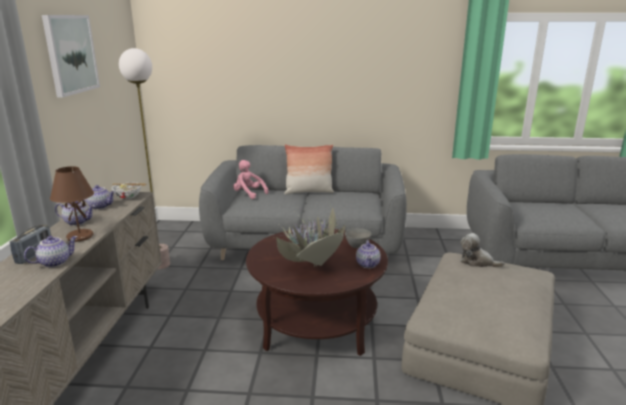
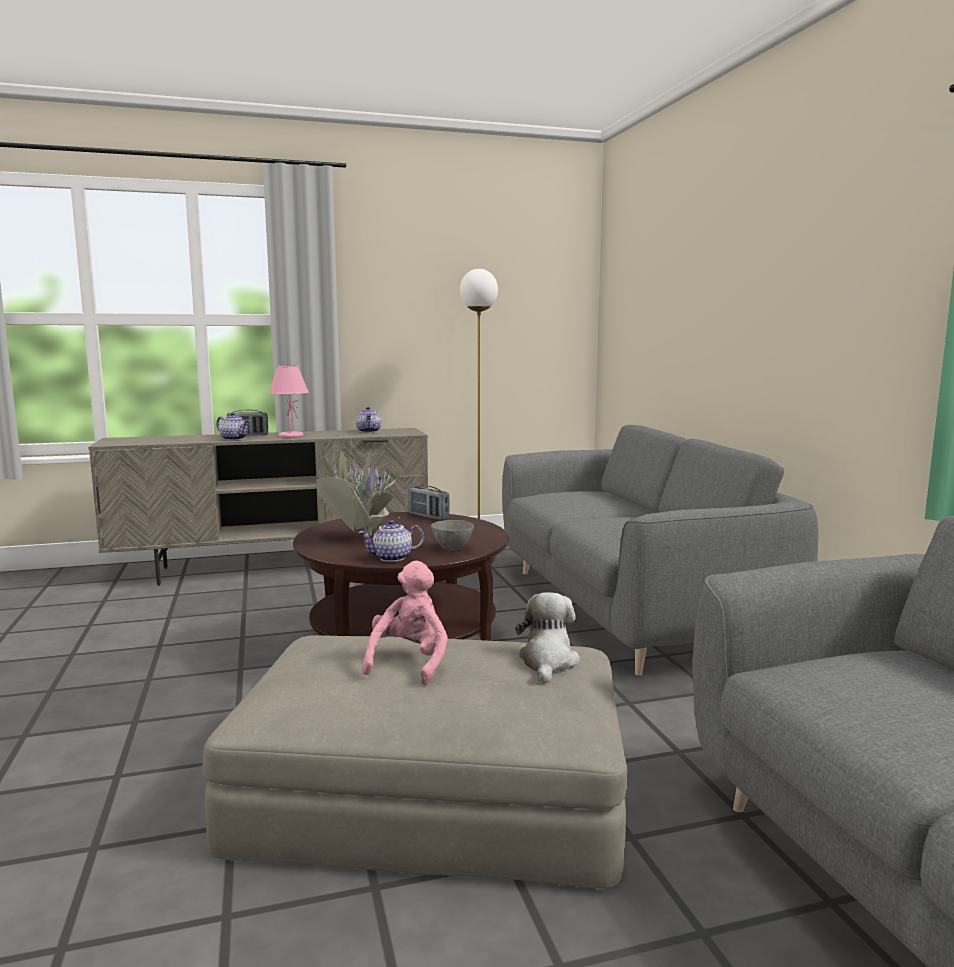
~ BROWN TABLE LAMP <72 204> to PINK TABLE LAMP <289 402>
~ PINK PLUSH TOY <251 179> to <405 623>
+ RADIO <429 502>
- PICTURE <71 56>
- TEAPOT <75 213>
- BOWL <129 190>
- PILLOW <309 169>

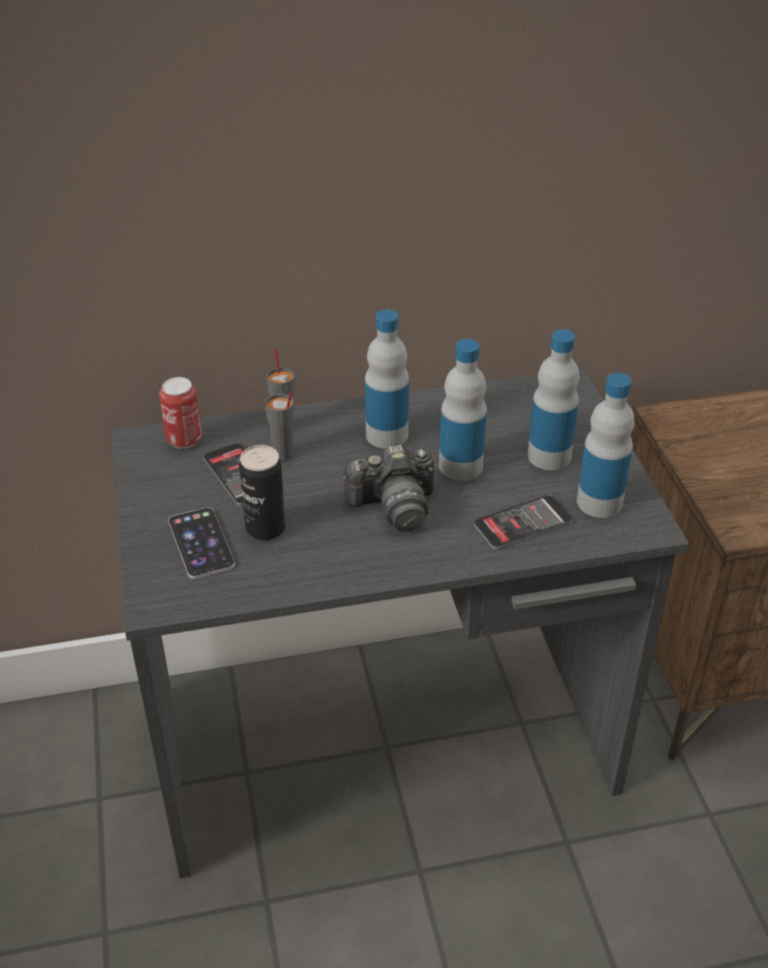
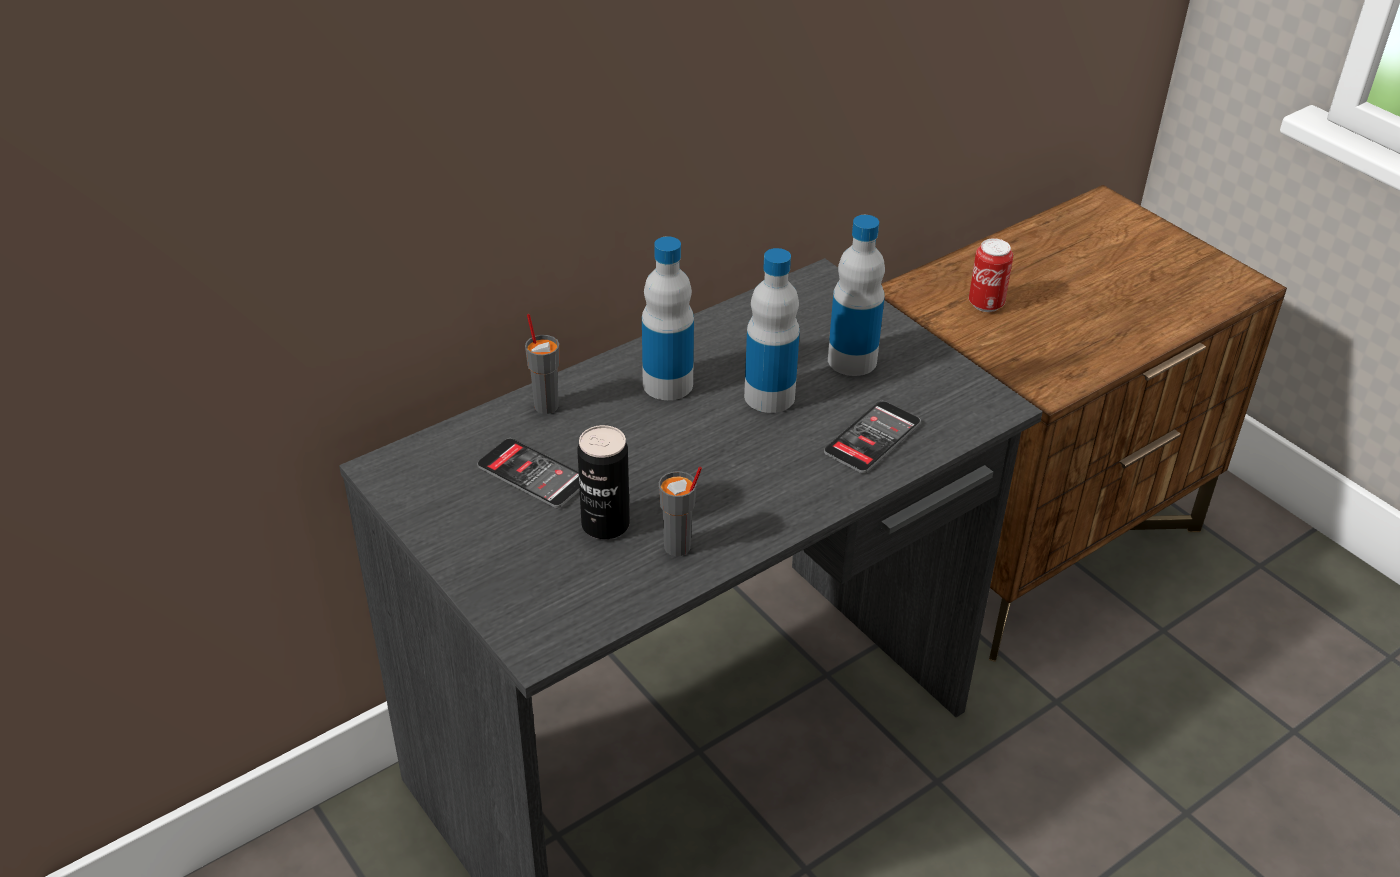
~ GREY CUP <279 426> to <680 511>
~ CAN <180 413> to <991 275>
- PHONE <201 543>
- PHOTO CAMERA <388 488>
- BOTTLE <606 445>

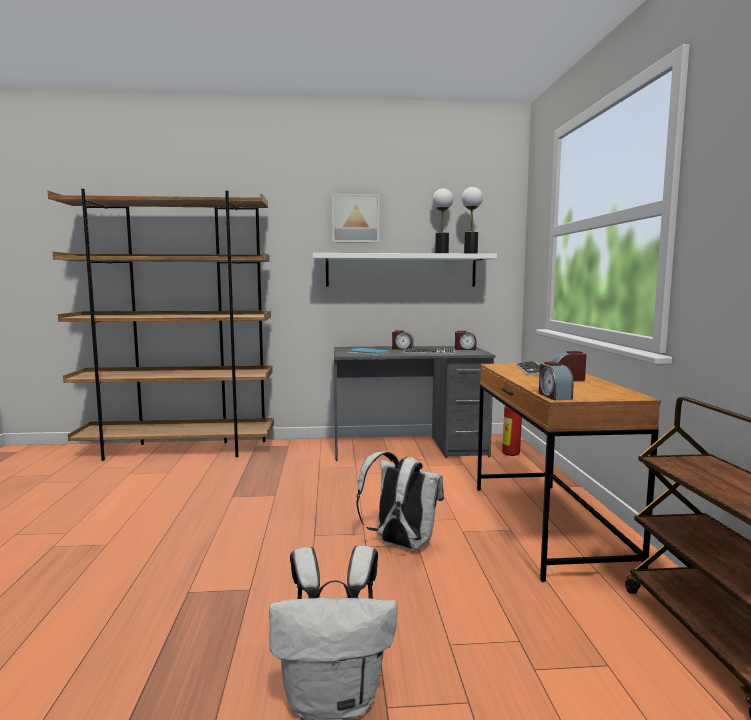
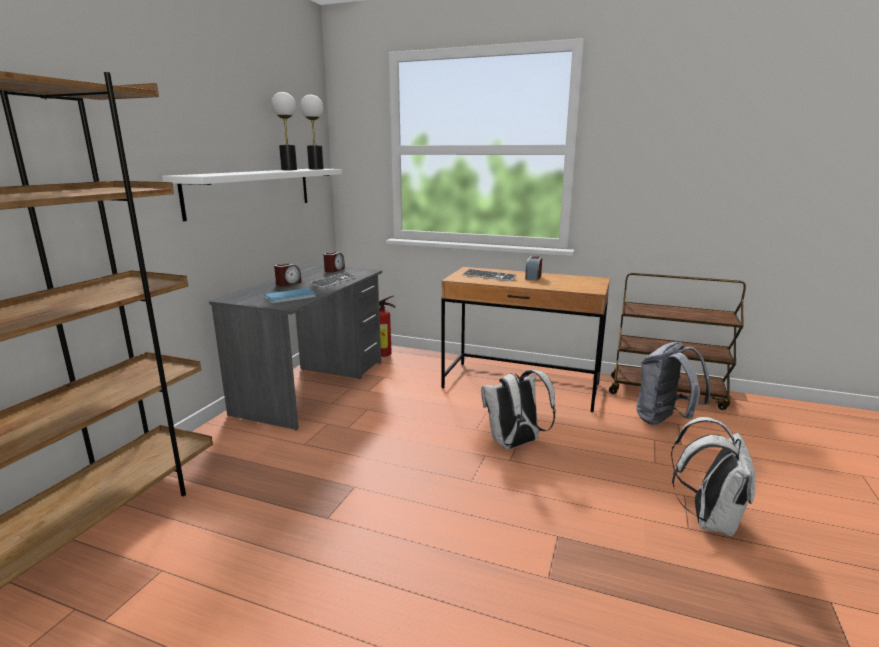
+ GREY BACKPACK <674 383>
- PICTURE <355 218>
- ALARM CLOCK <556 381>

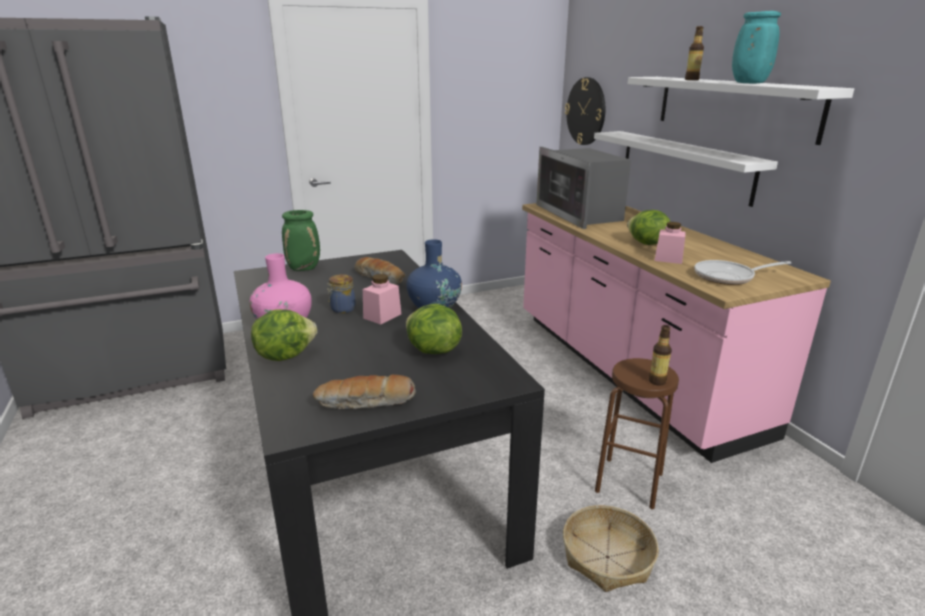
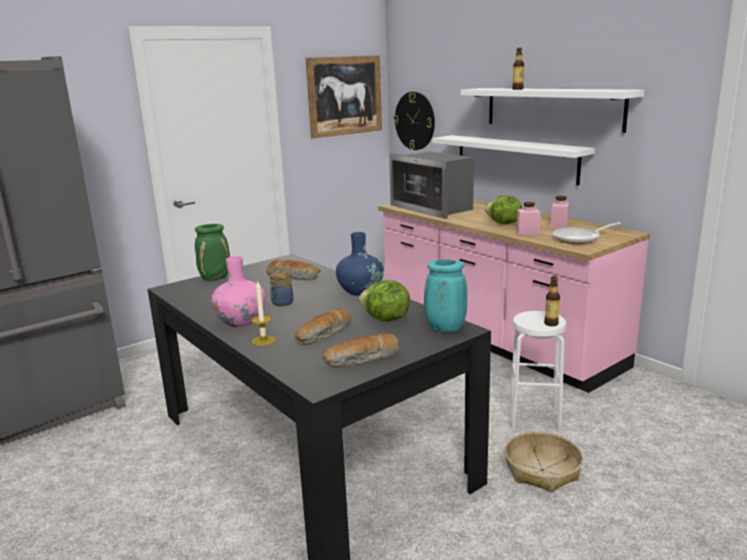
~ LETTUCE <284 335> to CANDLE <263 313>
+ BREAD <322 326>
+ PICTURE <344 97>
~ TURQUOISE VASE <756 47> to <445 295>
~ BROWN STOOL <637 433> to WHITE STOOL <537 371>
~ PINK JAR <382 299> to <559 212>

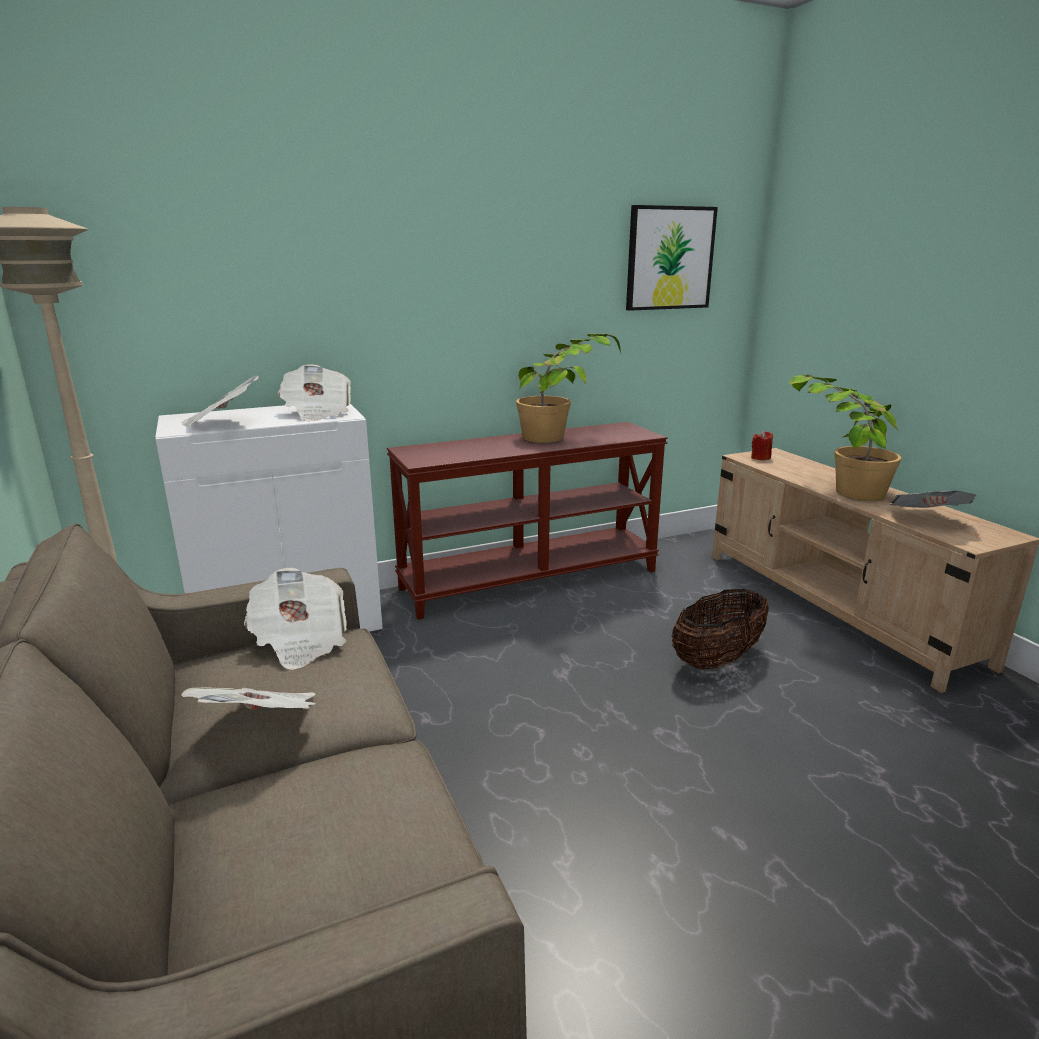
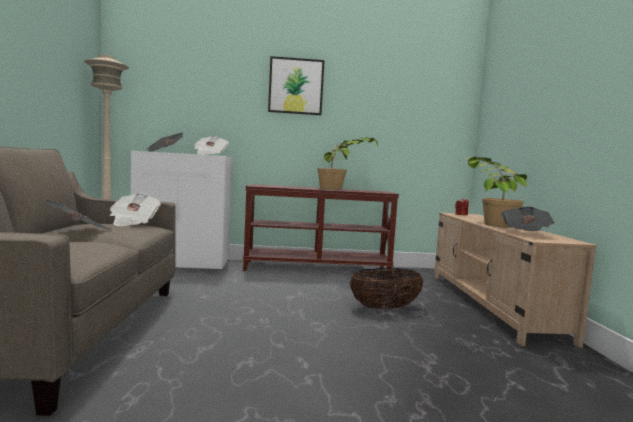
~ PICTURE <672 258> to <296 85>

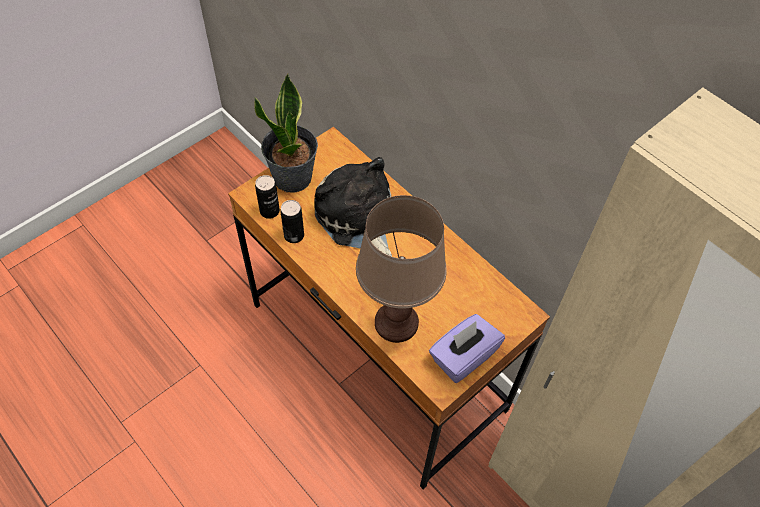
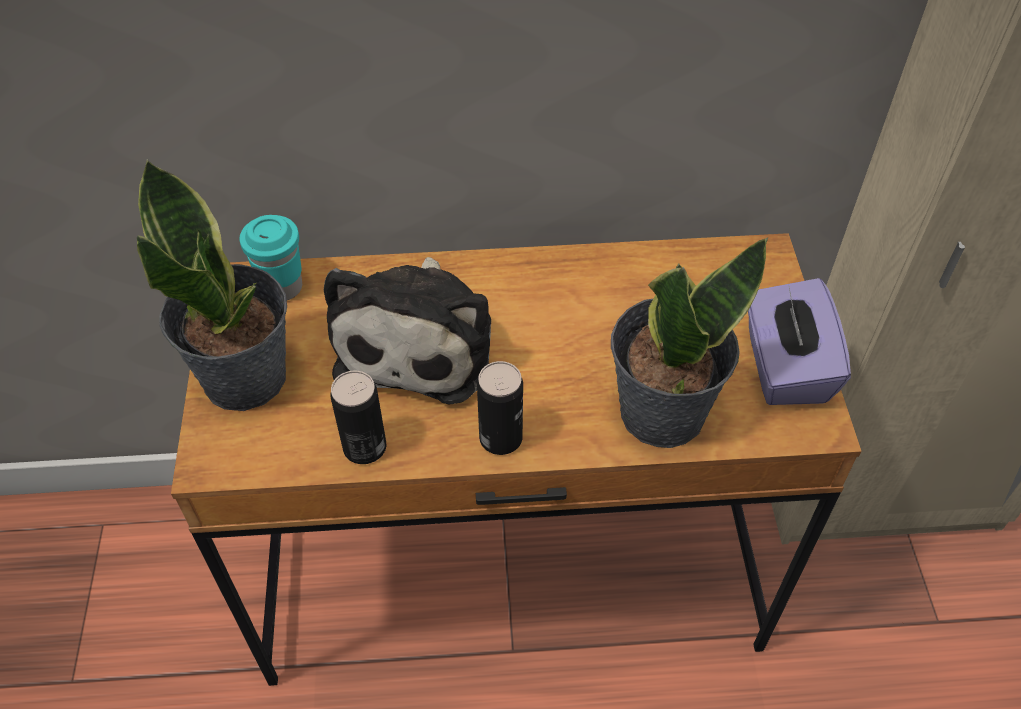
+ TURQUOISE CUP <270 257>
~ PLUSH TOY <353 207> = <407 330> 90 degrees counterclockwise
~ CAN <267 197> to <500 408>
~ BROWN TABLE LAMP <401 269> to POTTED PLANT <689 342>

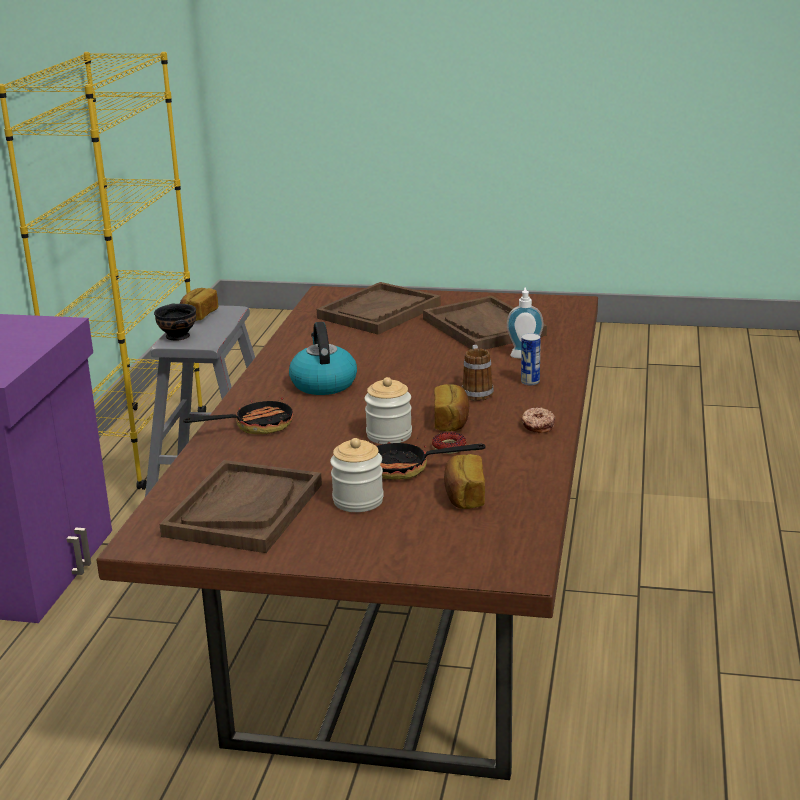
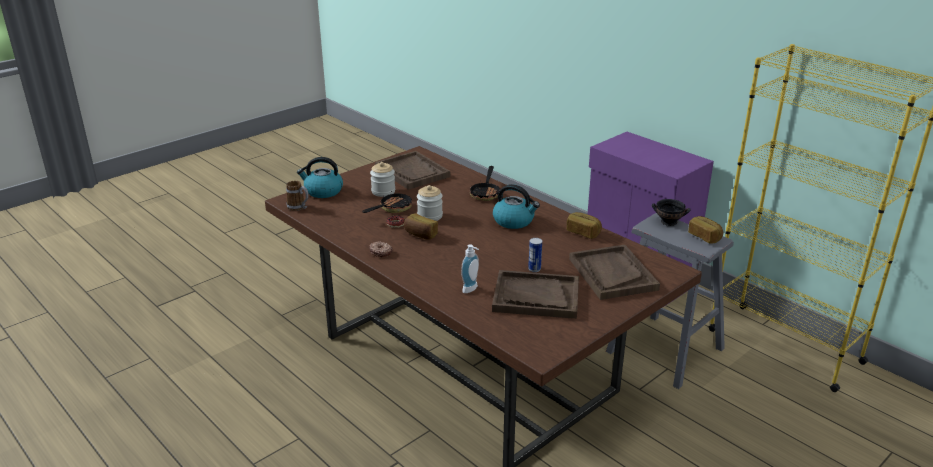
~ MUG <478 373> to <297 196>
+ KETTLE <320 177>
~ CAN <531 359> to <535 255>
~ BREAD <464 481> to <584 225>

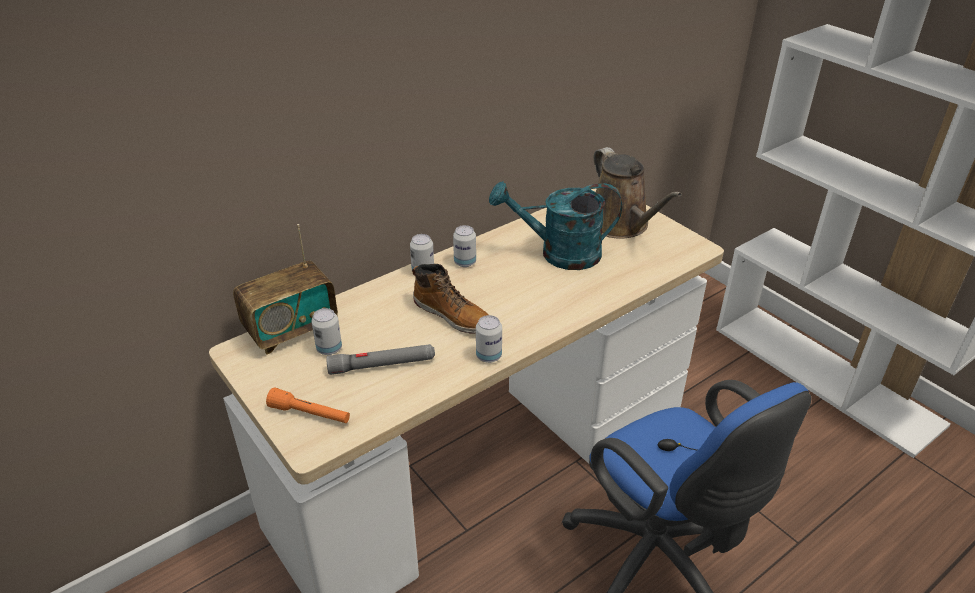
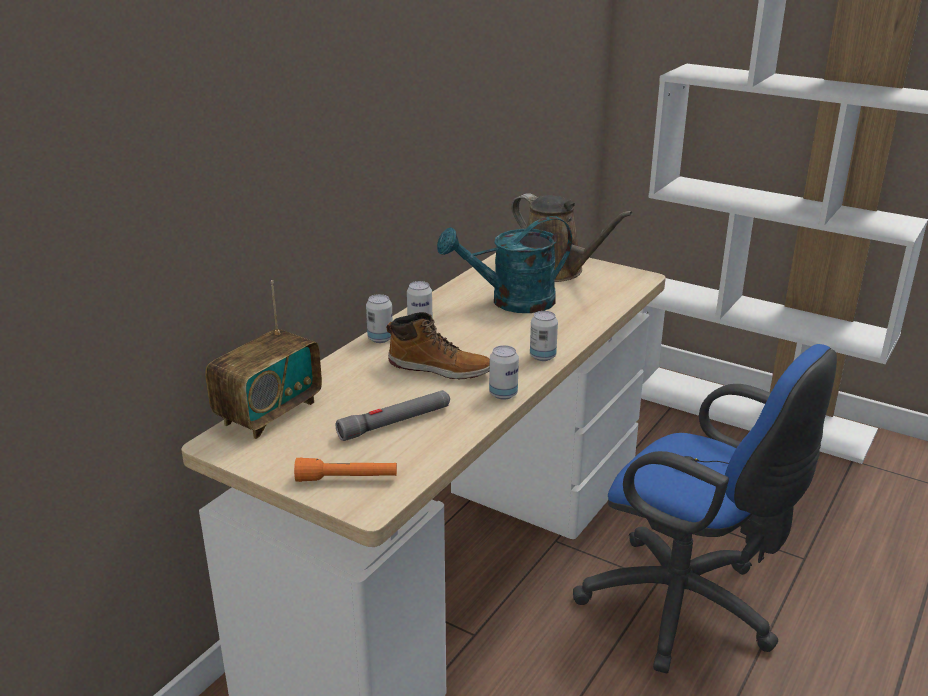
~ CAN <326 331> to <544 336>

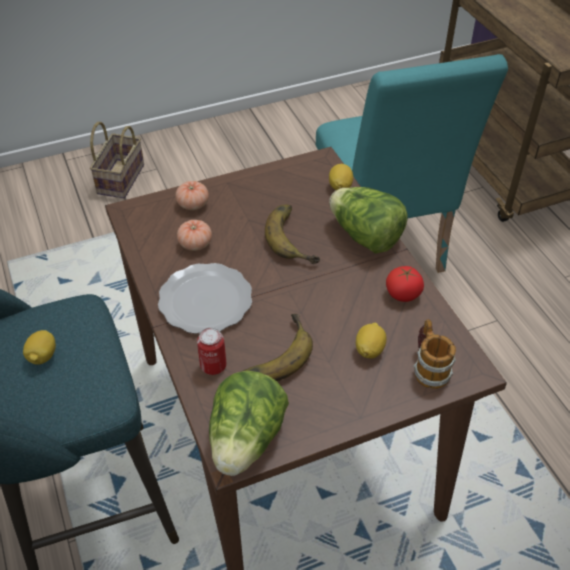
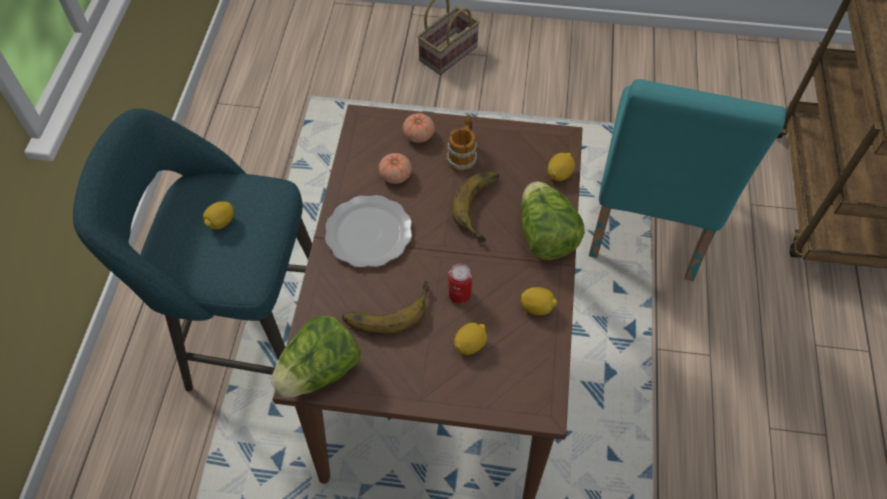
~ MUG <434 354> to <461 143>
~ CAN <211 351> to <460 283>
~ TOMATO <405 284> to LEMON <539 301>

